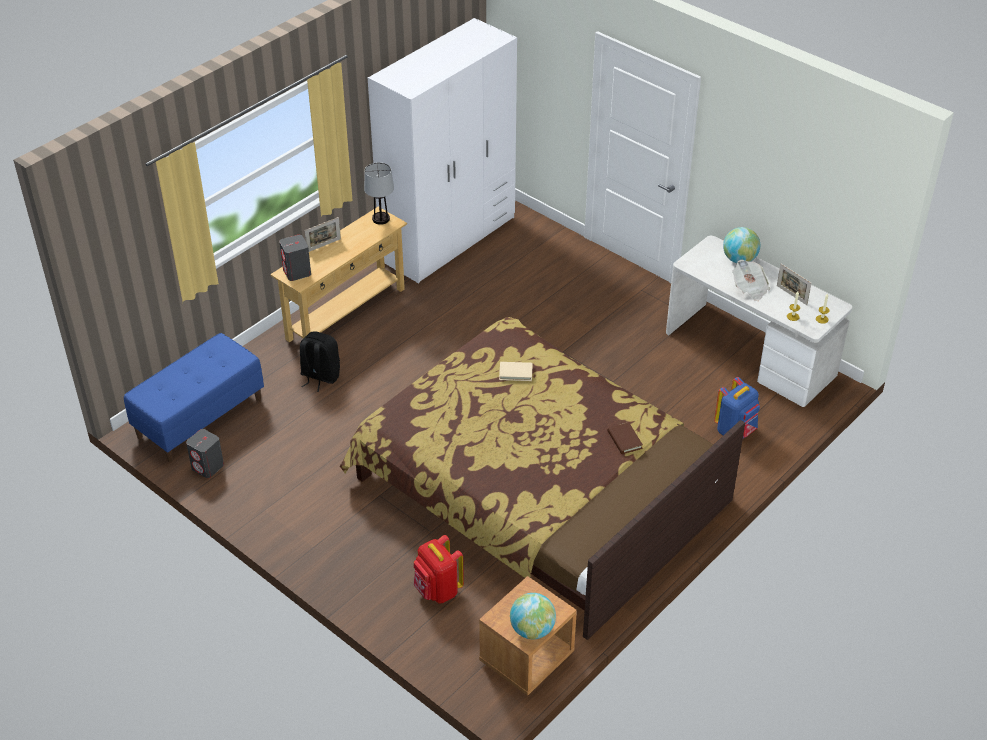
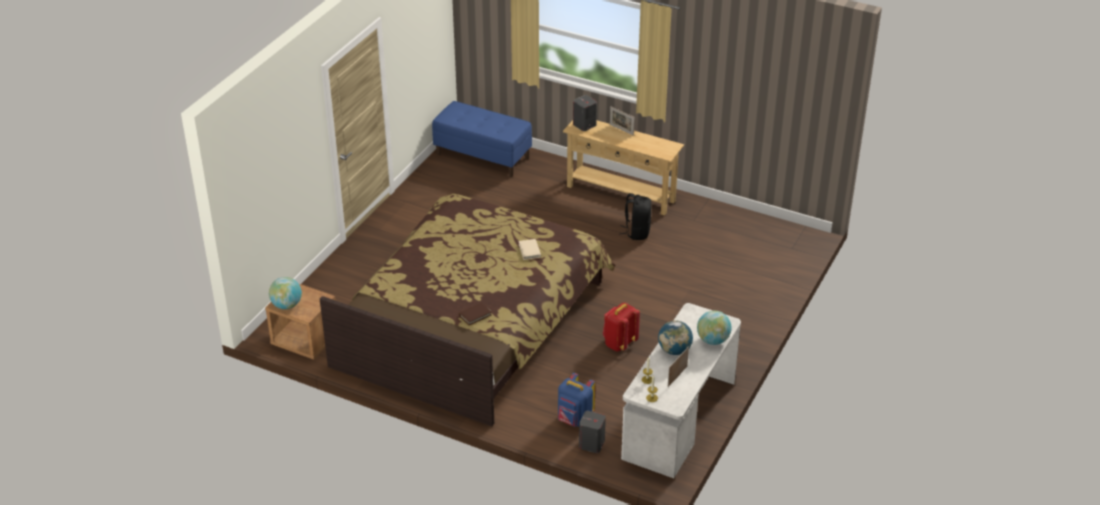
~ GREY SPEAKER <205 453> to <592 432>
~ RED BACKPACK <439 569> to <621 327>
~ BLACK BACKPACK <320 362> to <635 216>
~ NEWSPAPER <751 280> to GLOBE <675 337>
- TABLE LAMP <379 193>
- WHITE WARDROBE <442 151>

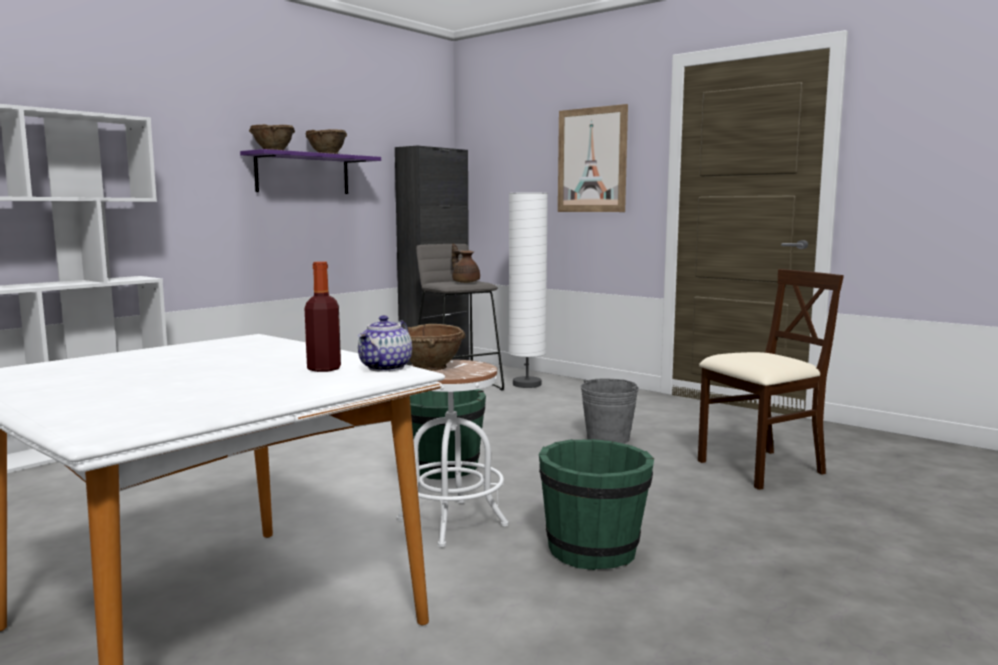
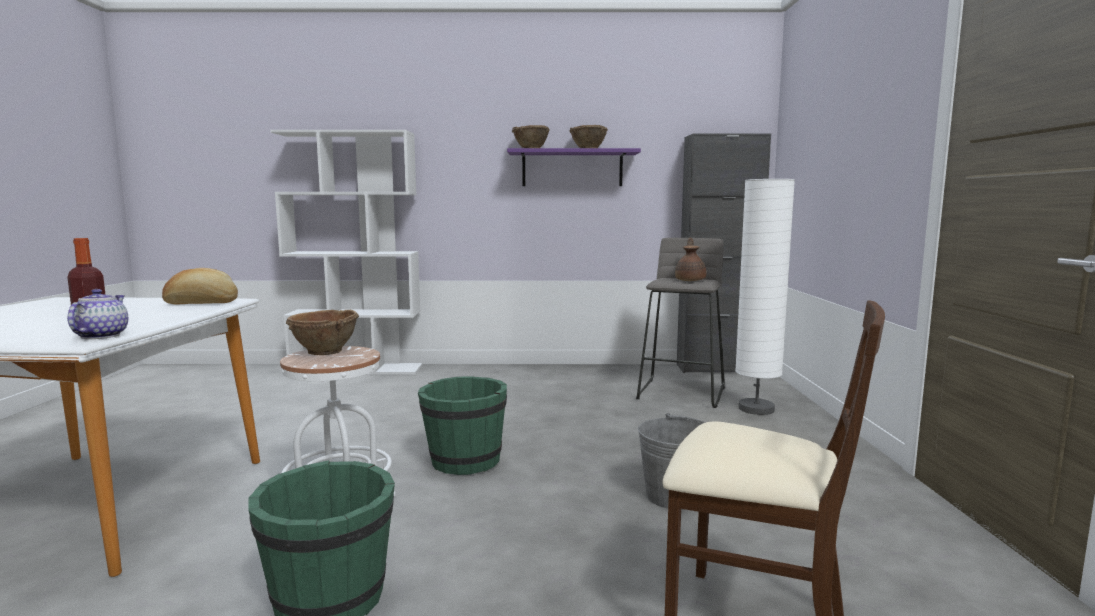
~ TEAPOT <385 343> = <97 314> 105 degrees clockwise
+ BREAD <200 286>
- PICTURE <593 158>

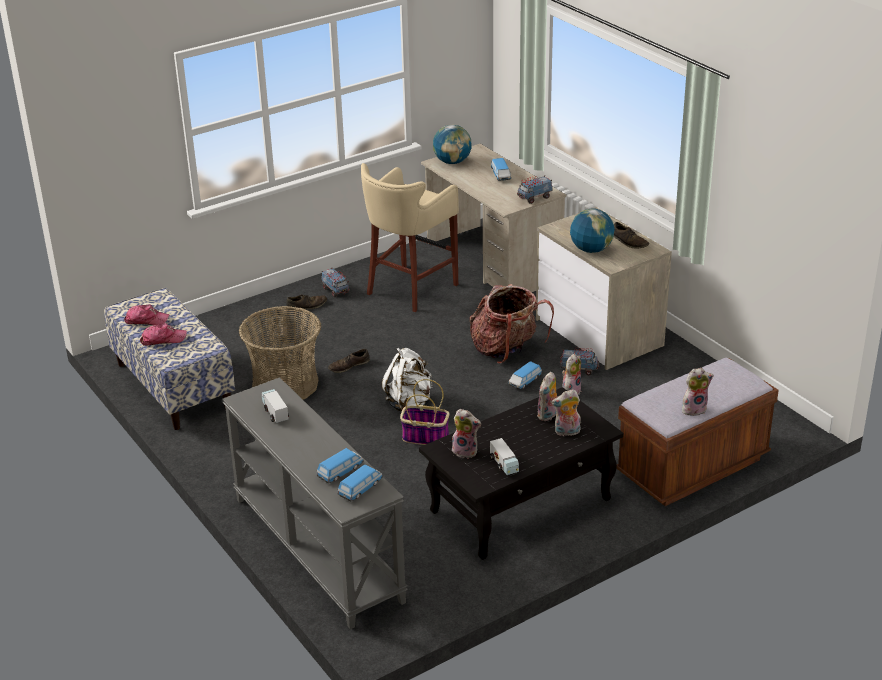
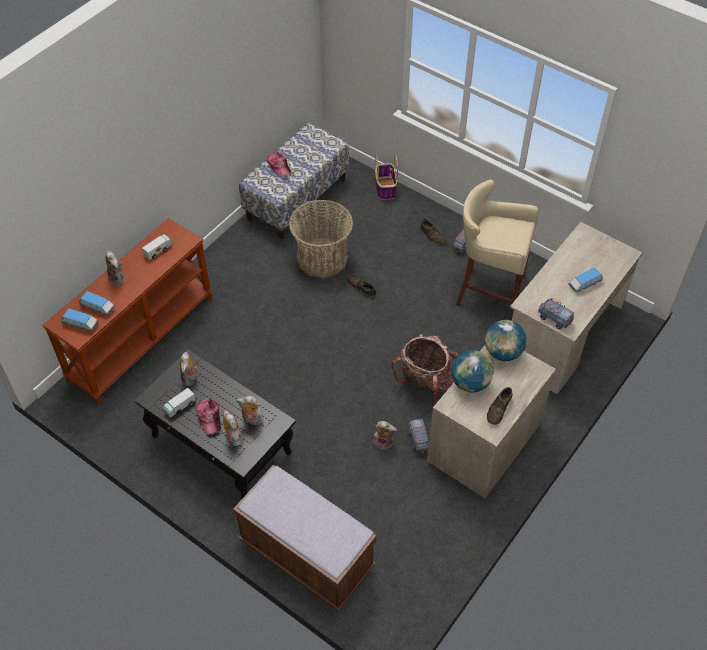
~ GREY CONSOLE TABLE <315 503> to BROWN CONSOLE TABLE <127 311>
~ PLUSH TOY <698 392> to <115 268>
~ CAP <146 314> to <208 416>
~ BASKET <425 412> to <386 177>
~ GLOBE <452 144> to <506 340>
- WHITE BACKPACK <407 380>
- TOY CAR <525 375>

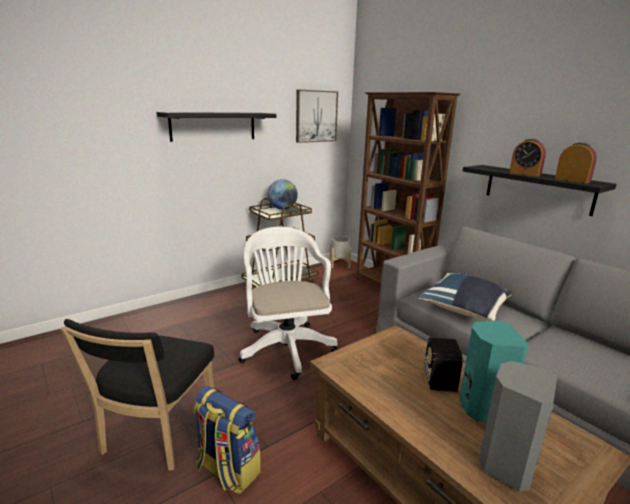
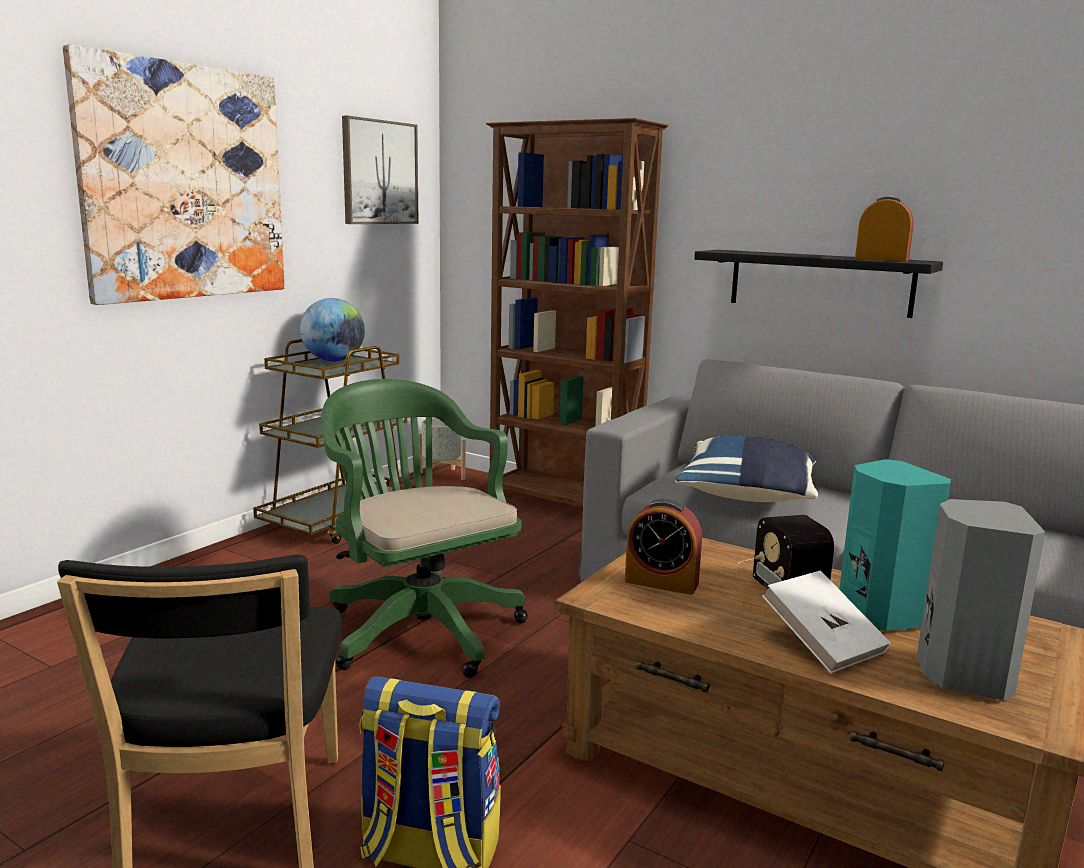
~ BLACK SHELF <216 127> to PICTURE <174 174>
~ WHITE OFFICE CHAIR <288 303> to GREEN OFFICE CHAIR <424 528>
~ ALARM CLOCK <527 158> to <663 547>
+ WHITE BOOK <826 621>

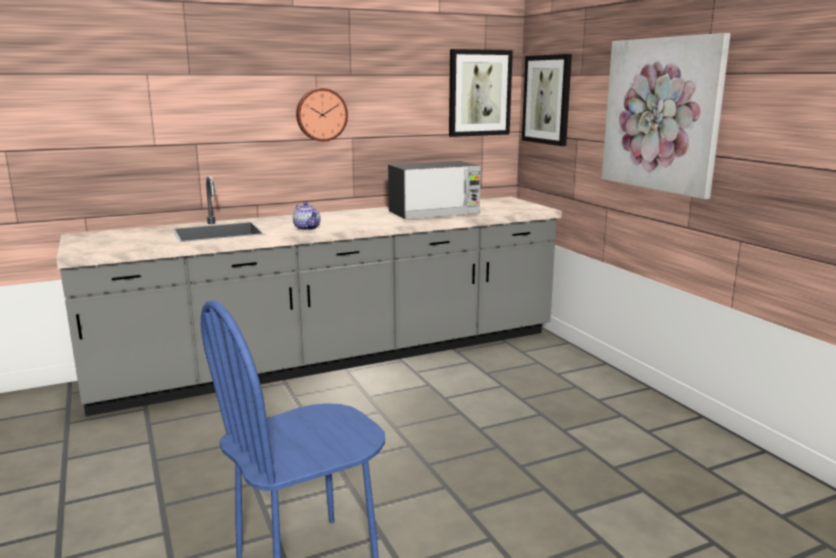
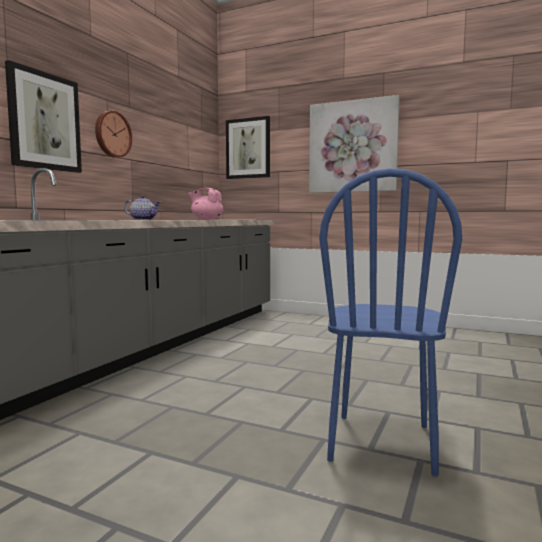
~ PICTURE <481 93> to <43 116>
~ MICROWAVE <434 190> to PINK TEAPOT <205 204>

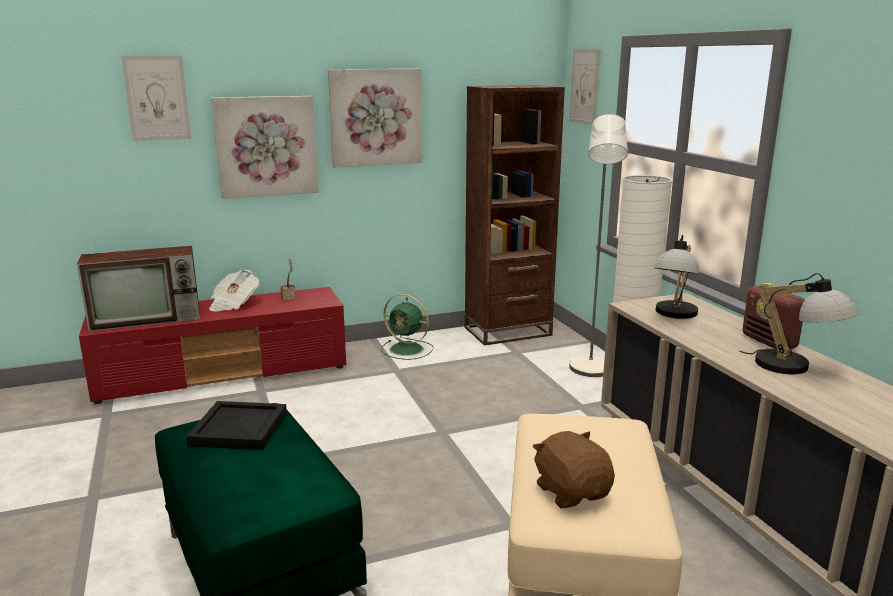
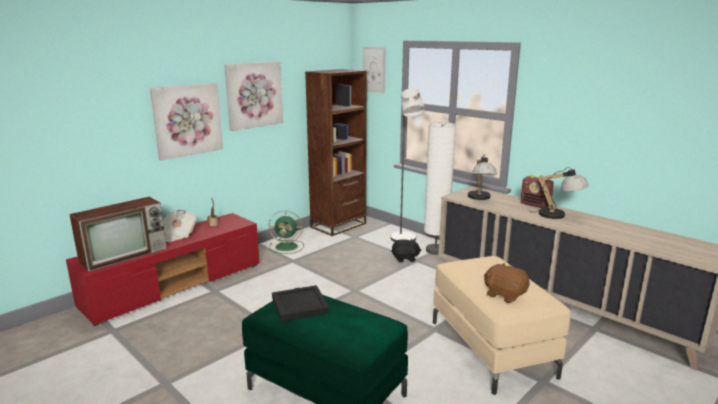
+ BLACK PLUSH TOY <406 250>
- PICTURE <156 98>

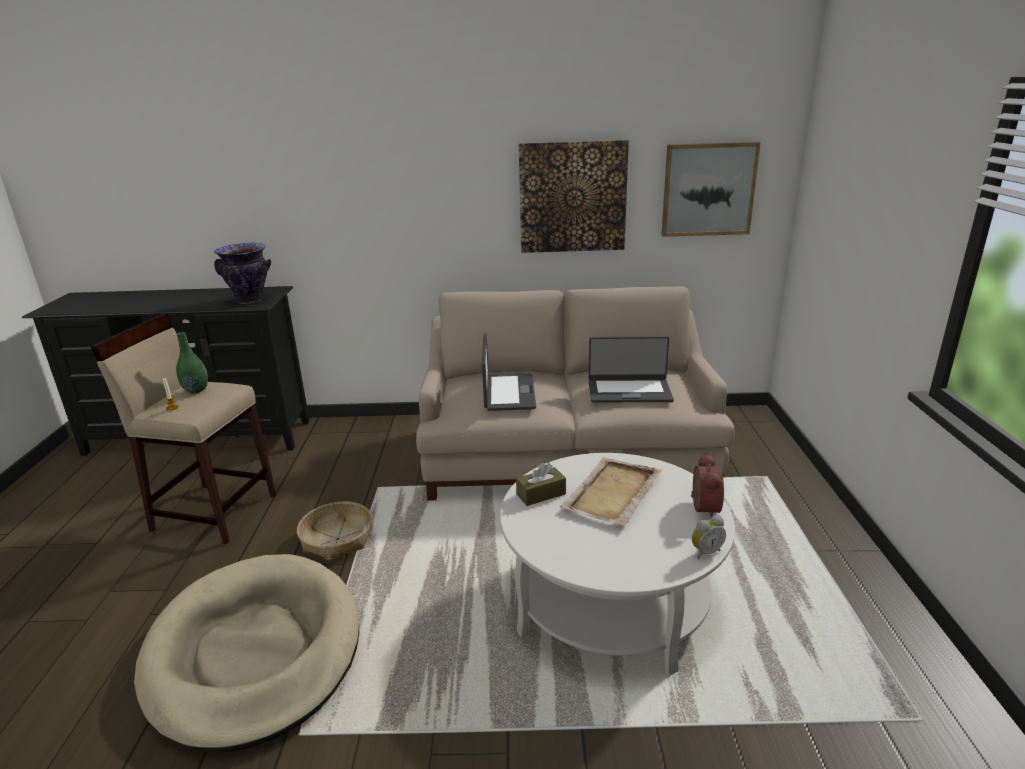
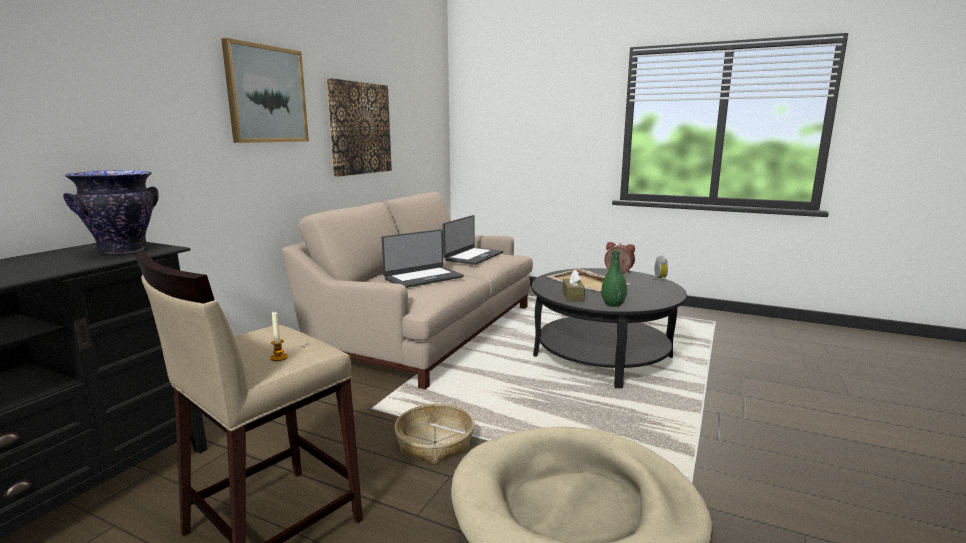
~ PICTURE <711 189> to <265 90>
~ LAPTOP <509 372> = <423 258> 120 degrees clockwise
~ WHITE COFFEE TABLE <617 564> to BLACK COFFEE TABLE <609 328>
~ GREEN VASE <192 363> to <614 278>

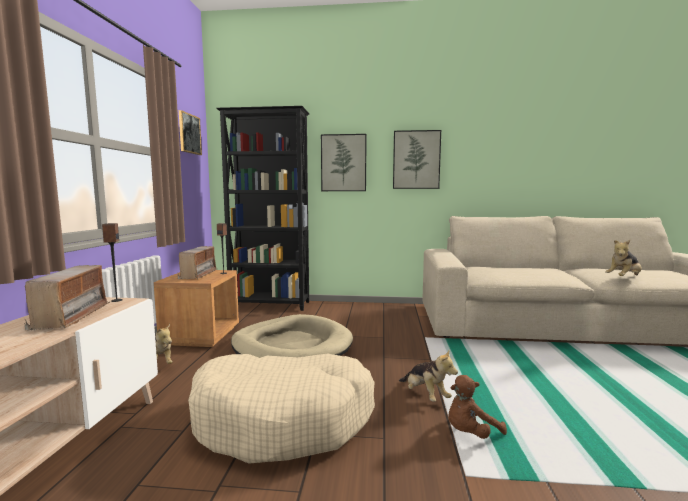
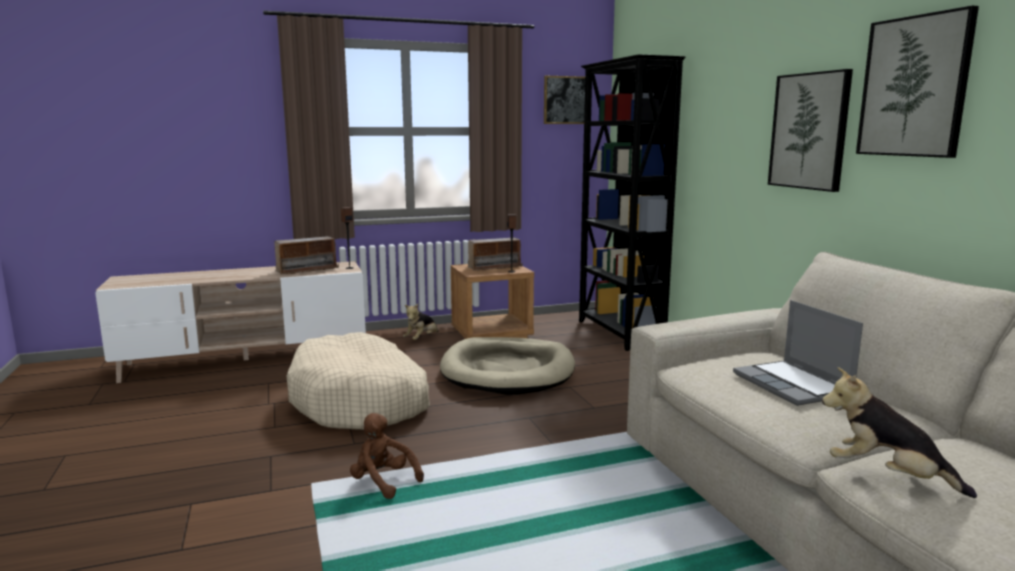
+ LAPTOP <798 353>
~ PICTURE <344 162> to <917 81>
- PLUSH TOY <428 376>

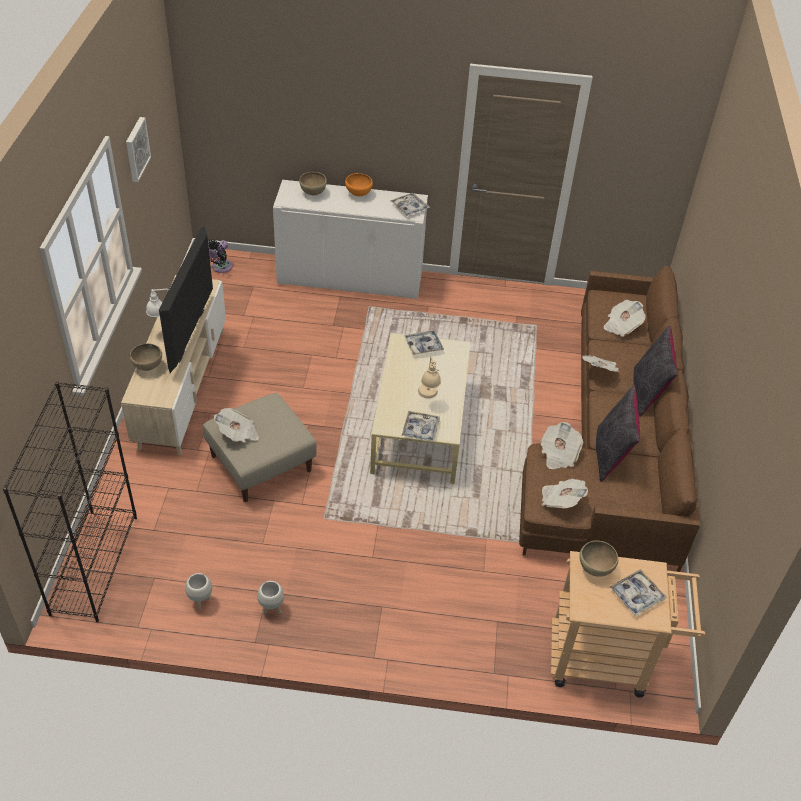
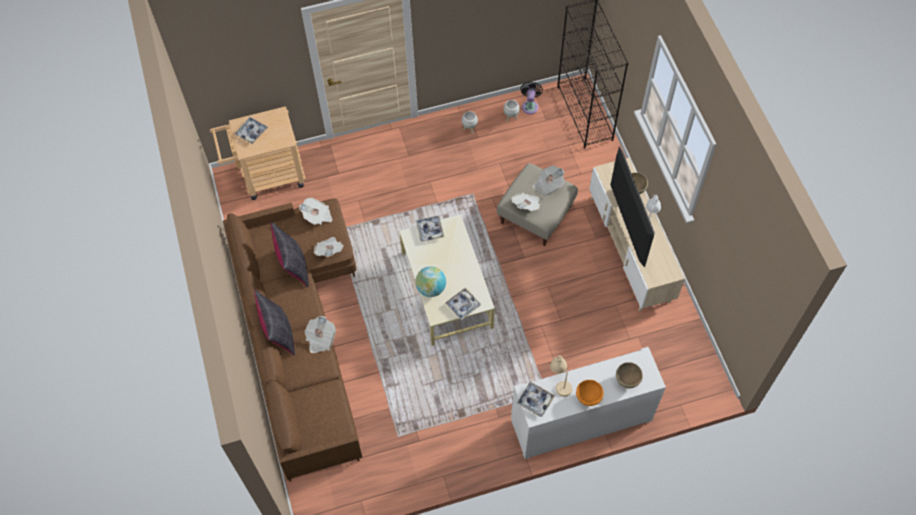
+ GLOBE <430 281>
~ NEWSPAPER <624 318> to <525 202>
~ BLACK FAN <220 256> to <531 97>
~ BEIGE TABLE LAMP <429 377> to <561 376>
- PICTURE <138 149>
- BROWN BOWL <598 559>

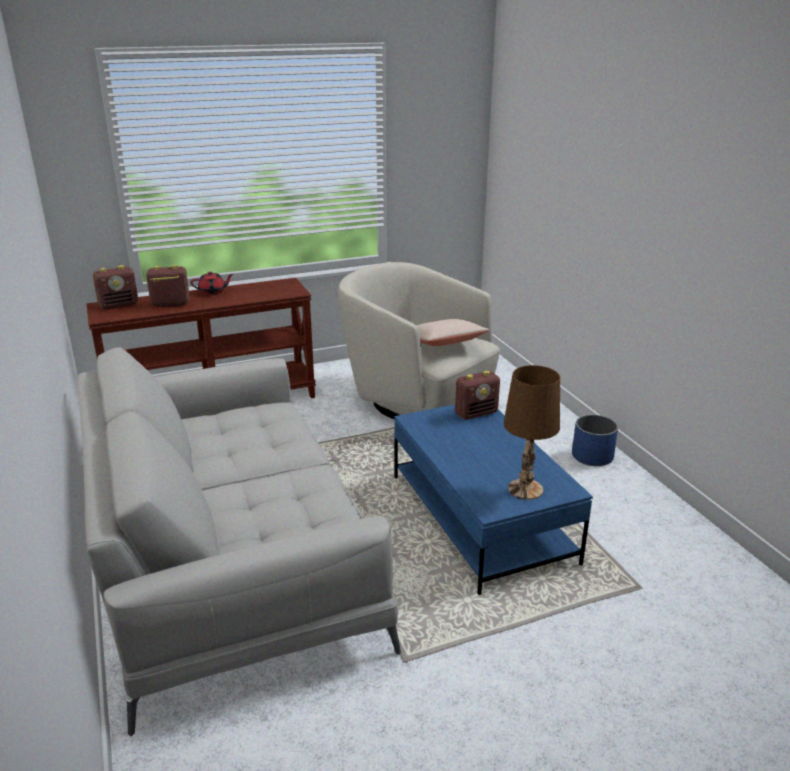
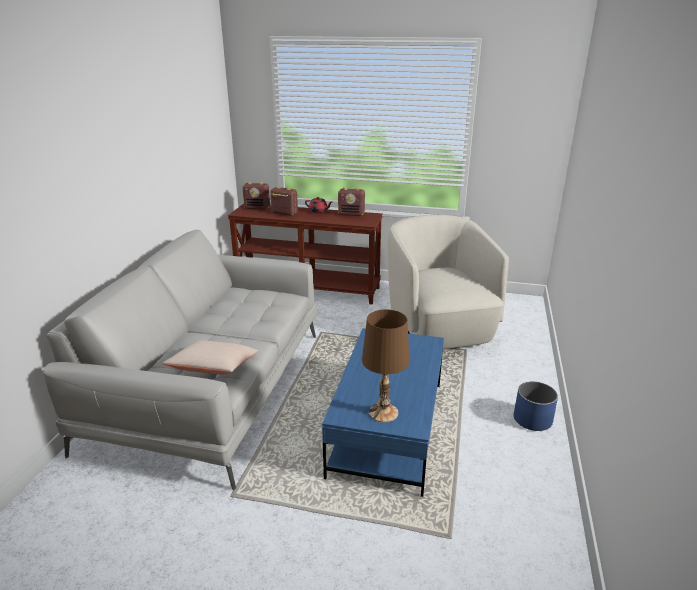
~ BEIGE PILLOW <453 332> to <210 358>
~ RADIO <477 395> to <351 201>

